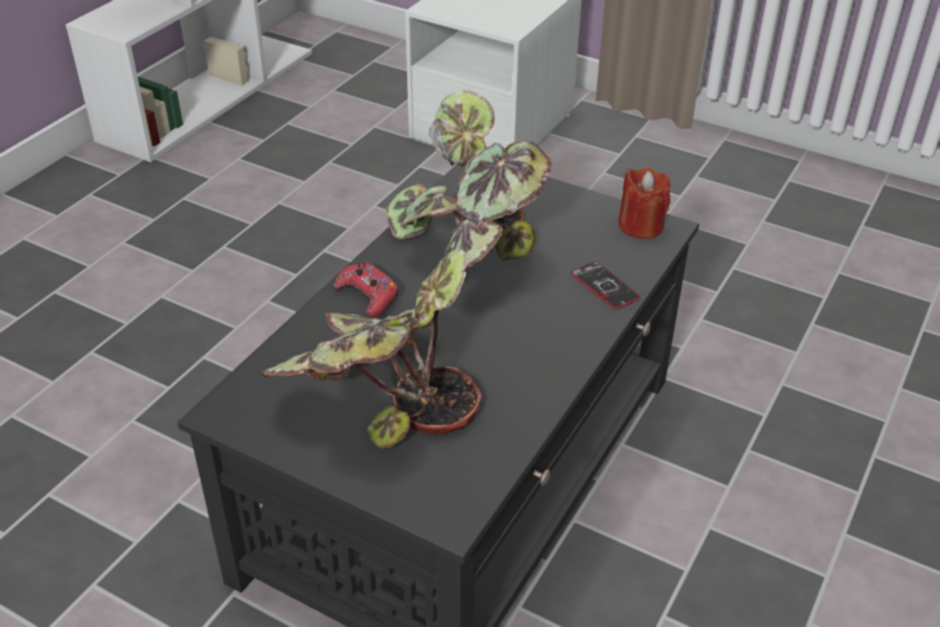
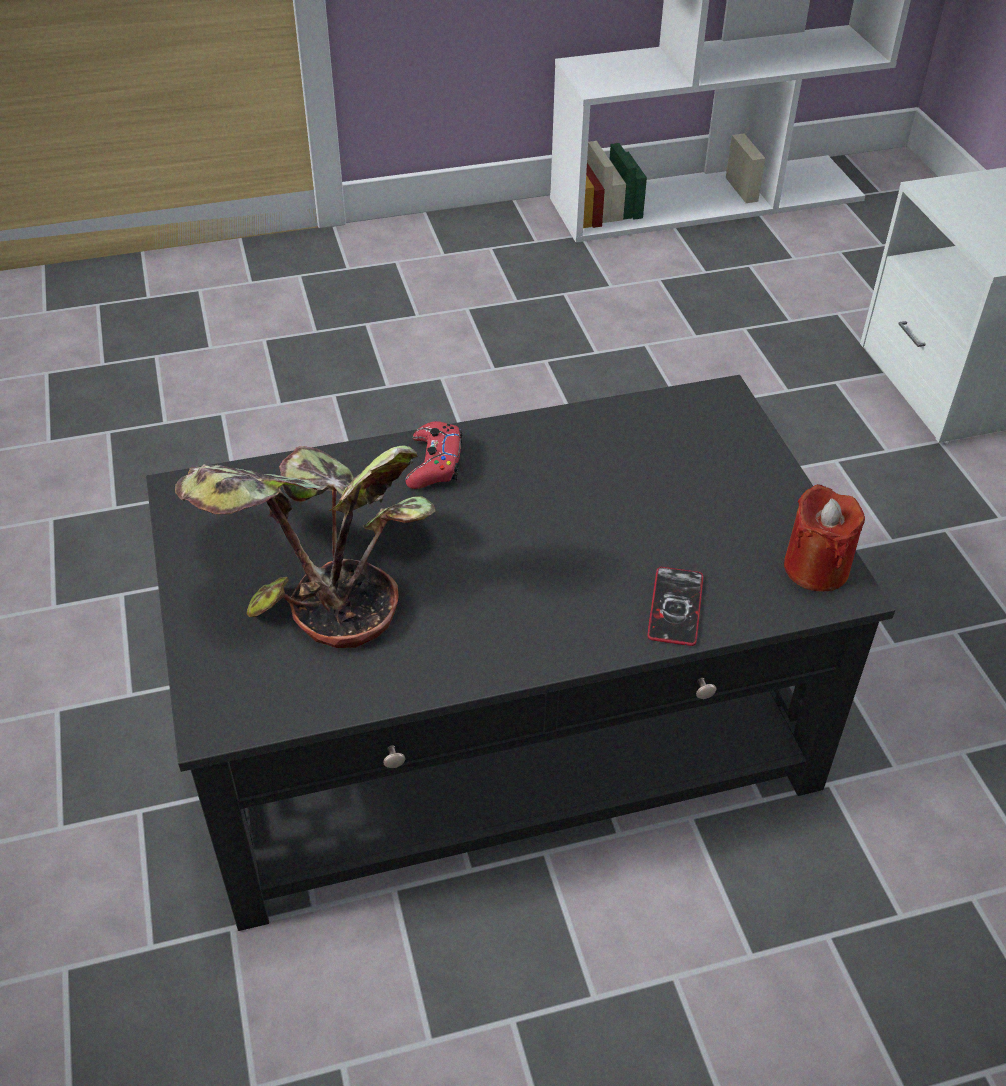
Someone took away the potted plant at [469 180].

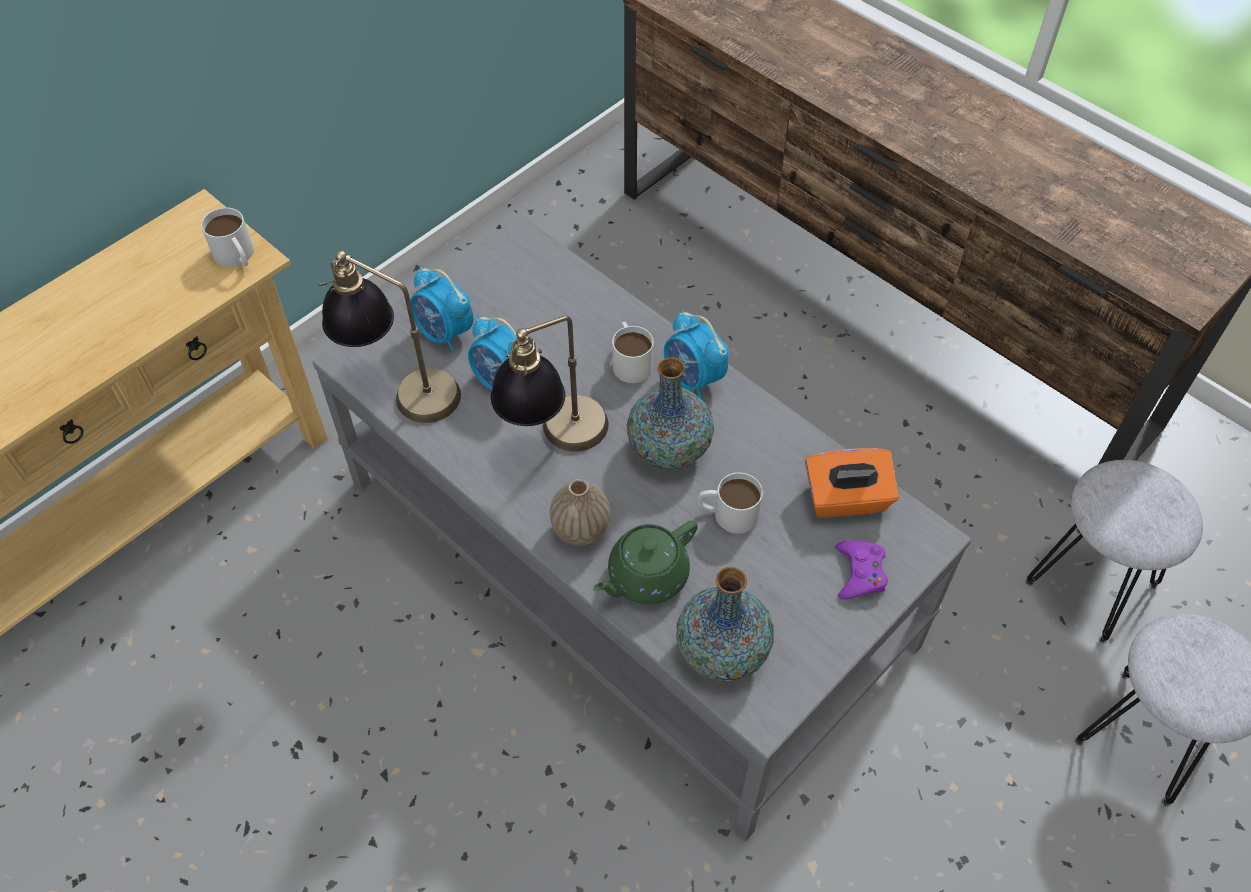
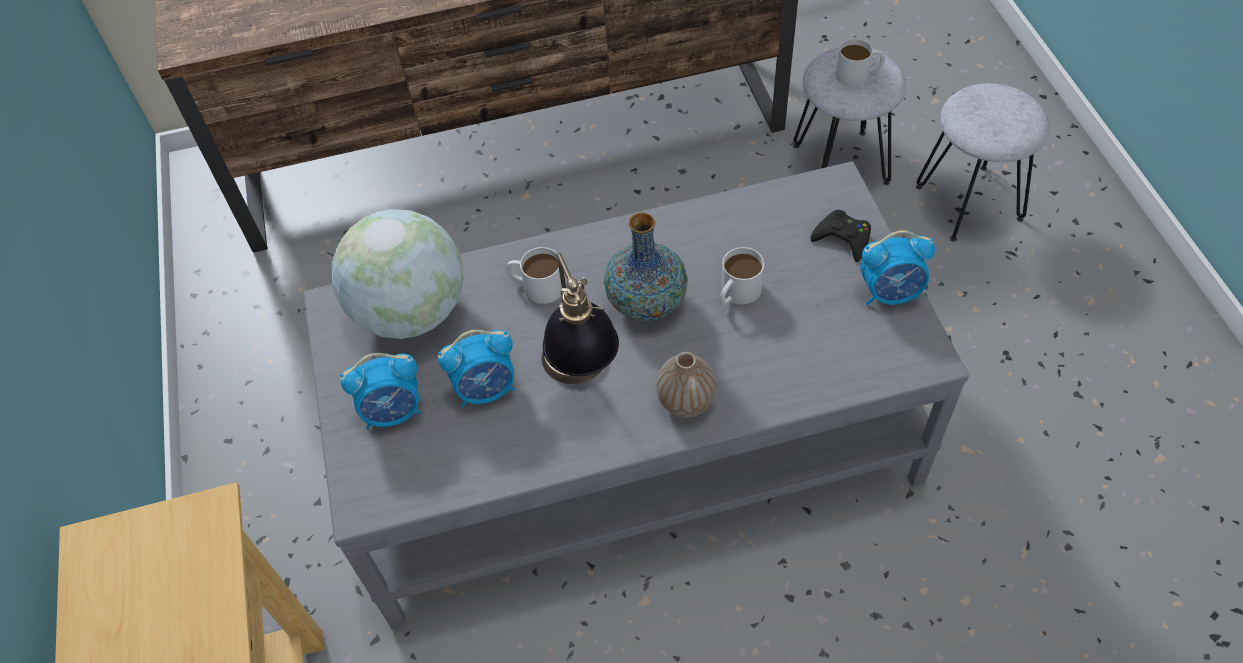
Someone took away the table lamp at [389 336].
Someone took away the teapot/green at [645 562].
Someone took away the vase at [725 624].
Someone took away the tissue box/orange at [852 483].
Someone put down the globe at [398 274].
Someone carried the mug/white from [227 237] to [860 63].
Someone carried the alarm clock from [696 355] to [897 267].
Someone repainted the game controller/purple at [861 570], which became the game controller/black at [841 236].

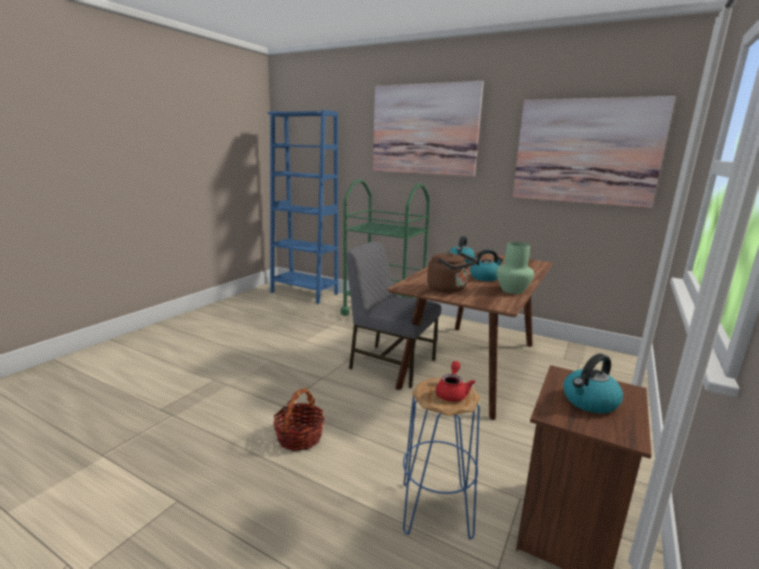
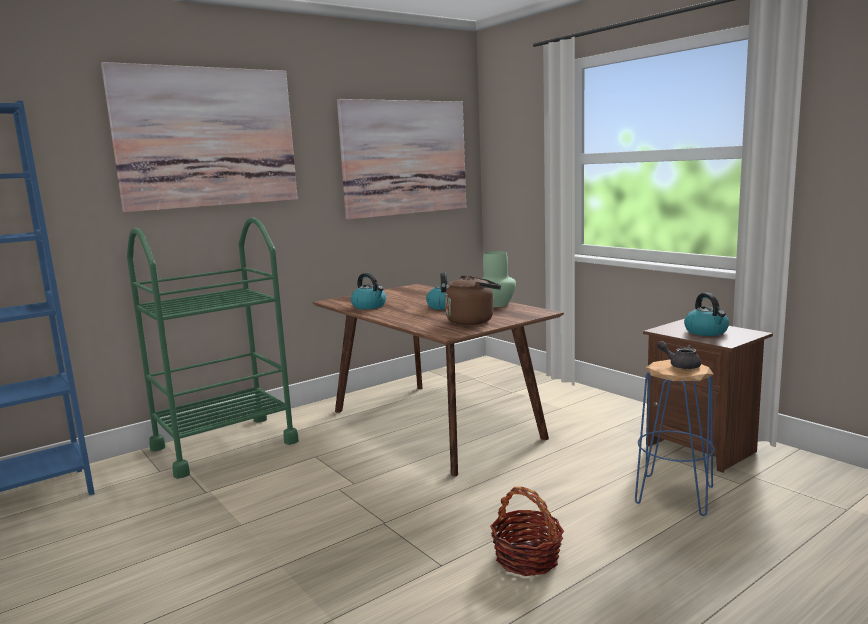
Someone took away the chair/grey at [393 315].
Someone repainted the teapot/red at [455 381], which became the teapot/grey at [679 355].

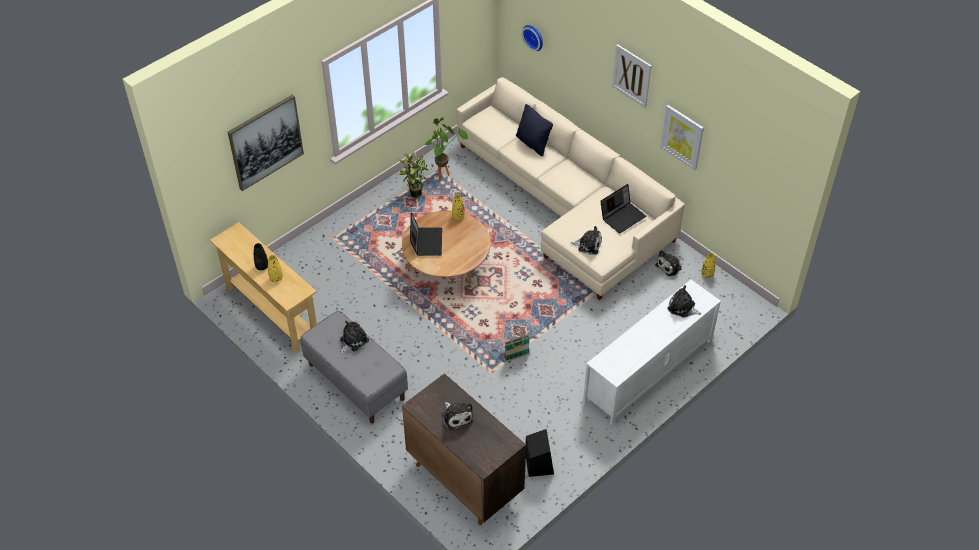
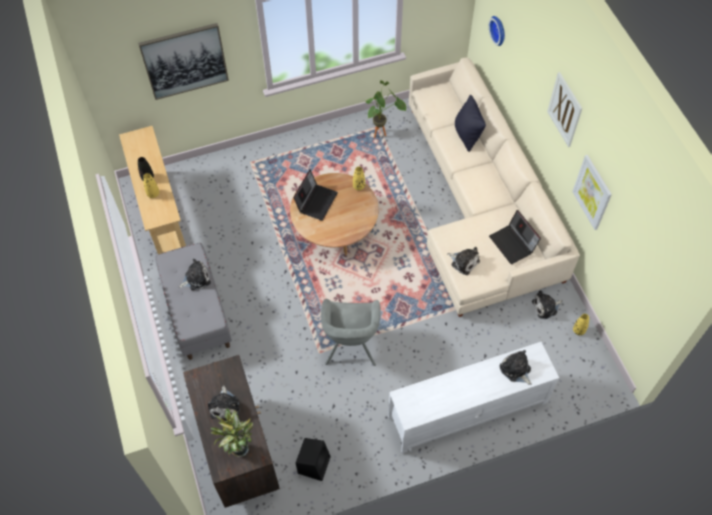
Someone carried the potted plant from [414 174] to [231 432].
Someone swapped the basket at [517 346] for the armchair/grey at [351 332].
Someone rotated the laptop at [623 209] by 75 degrees clockwise.

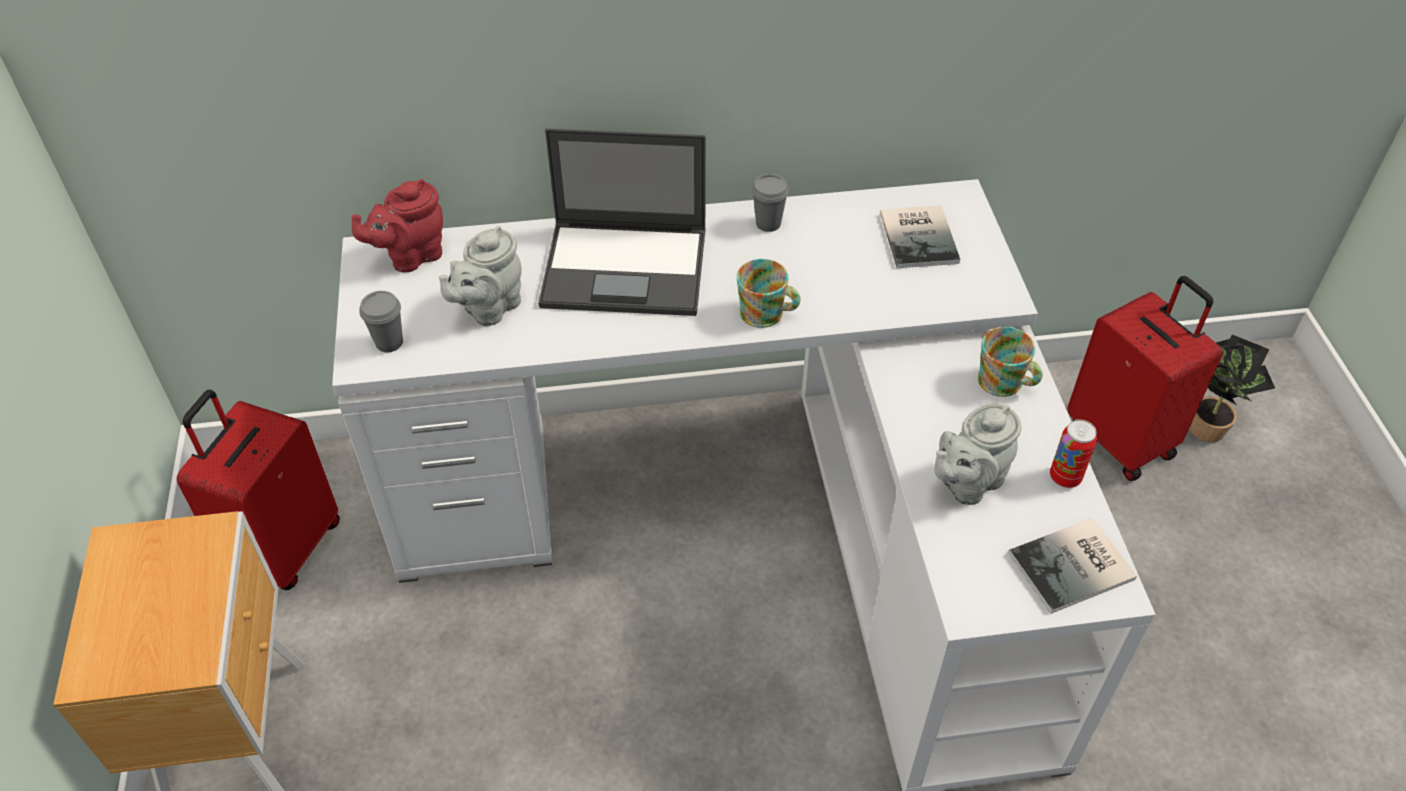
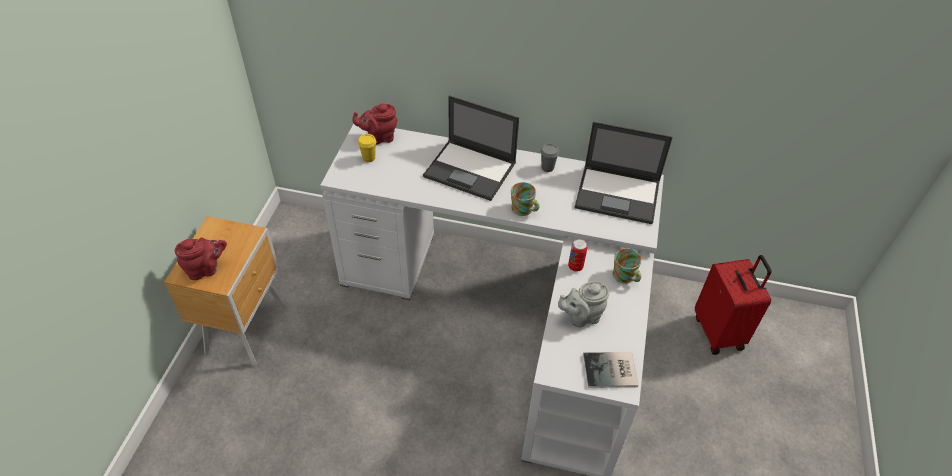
Someone took away the suitcase/red at [258 490].
Someone took away the cup/grey at [381 321].
Someone took away the teapot/grey at [480 276].
Someone took away the potted plant at [1232 388].
Someone put down the teapot/red at [201 259].
Someone put down the cup/yellow at [367 148].
Someone carried the can from [1073 453] to [577 255].
Someone swapped the book at [920 236] for the laptop at [624 173].

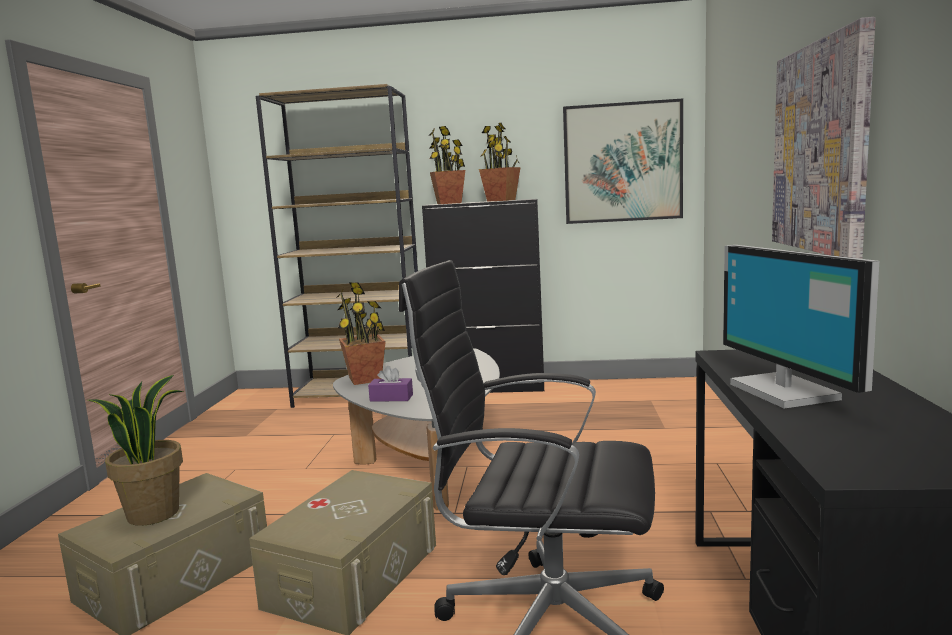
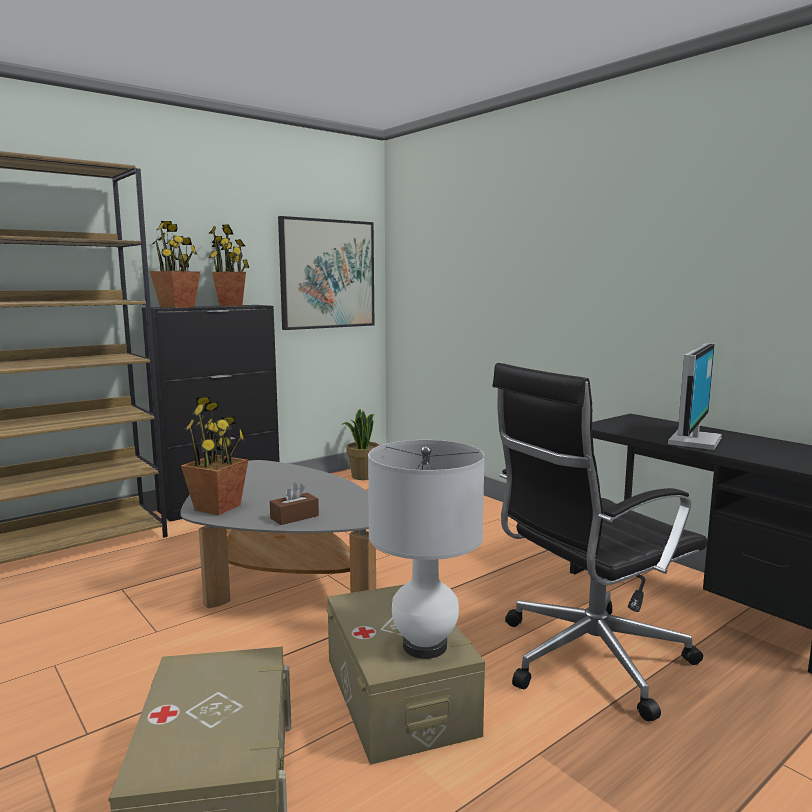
Someone took away the picture at [824 138].
Someone put down the table lamp/white at [426 549].
Someone carried the potted plant from [136 450] to [361 444].
Someone repainted the tissue box/purple at [390 384], which became the tissue box/brown at [294 503].
Someone rotated the monitor at [801 327] by 90 degrees counterclockwise.

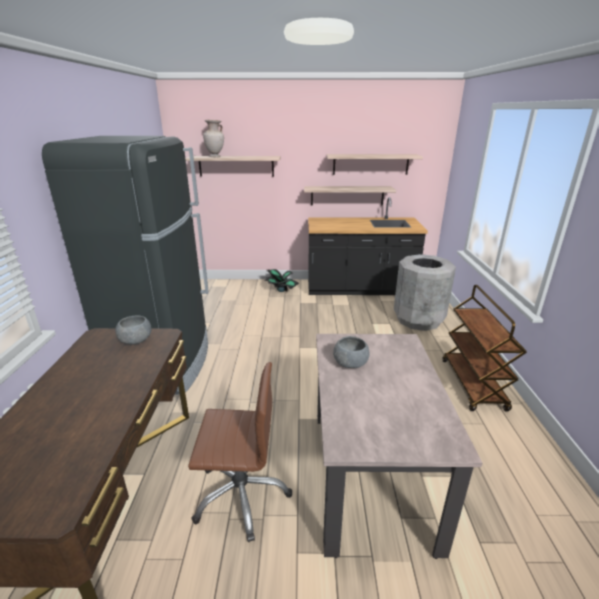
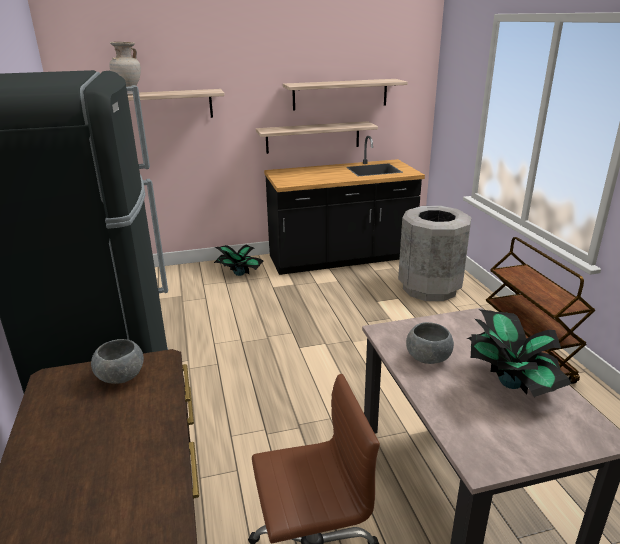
Someone put down the potted plant at [519 353].

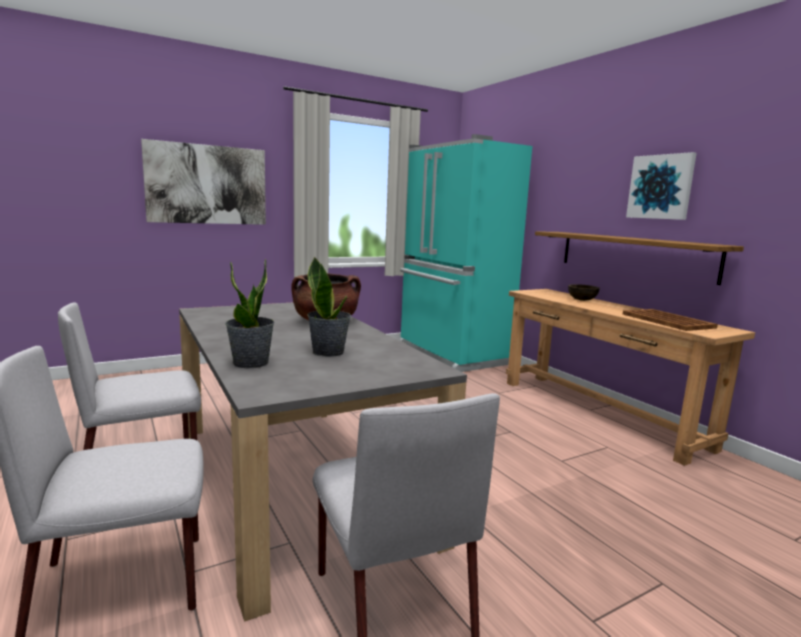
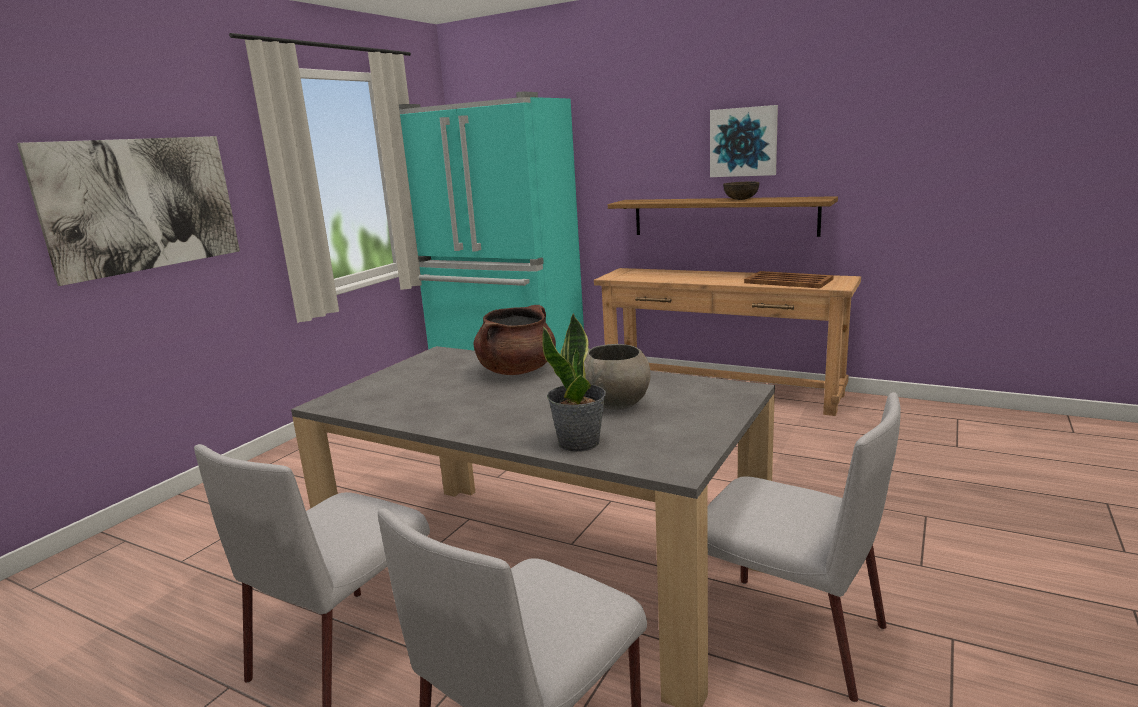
Someone carried the bowl/brown from [584 292] to [741 191].
Someone swapped the potted plant at [329 306] for the bowl/grey at [617 377].

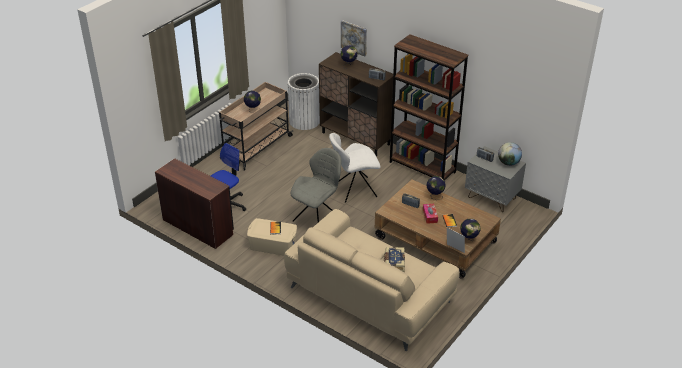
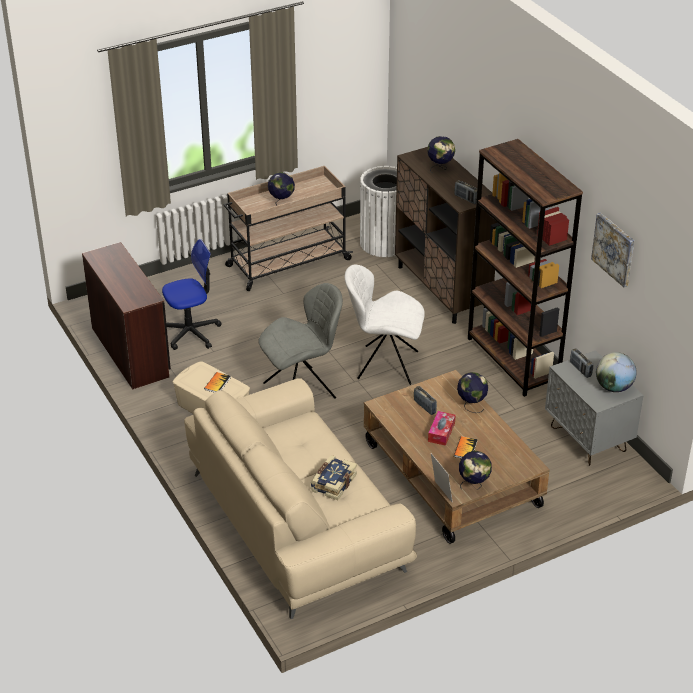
Someone carried the picture from [354 38] to [612 250].

